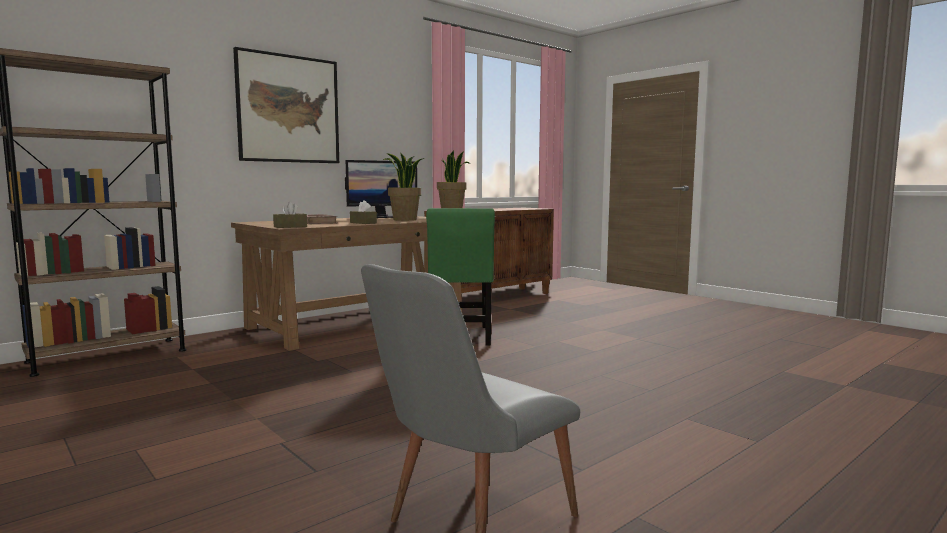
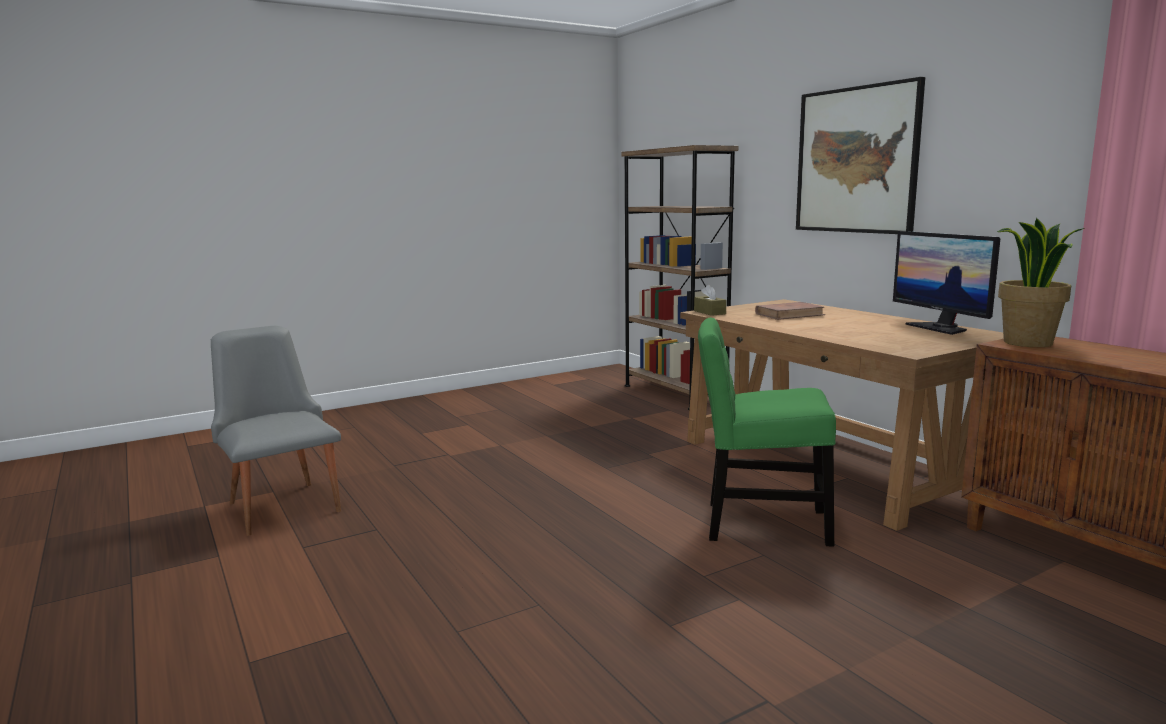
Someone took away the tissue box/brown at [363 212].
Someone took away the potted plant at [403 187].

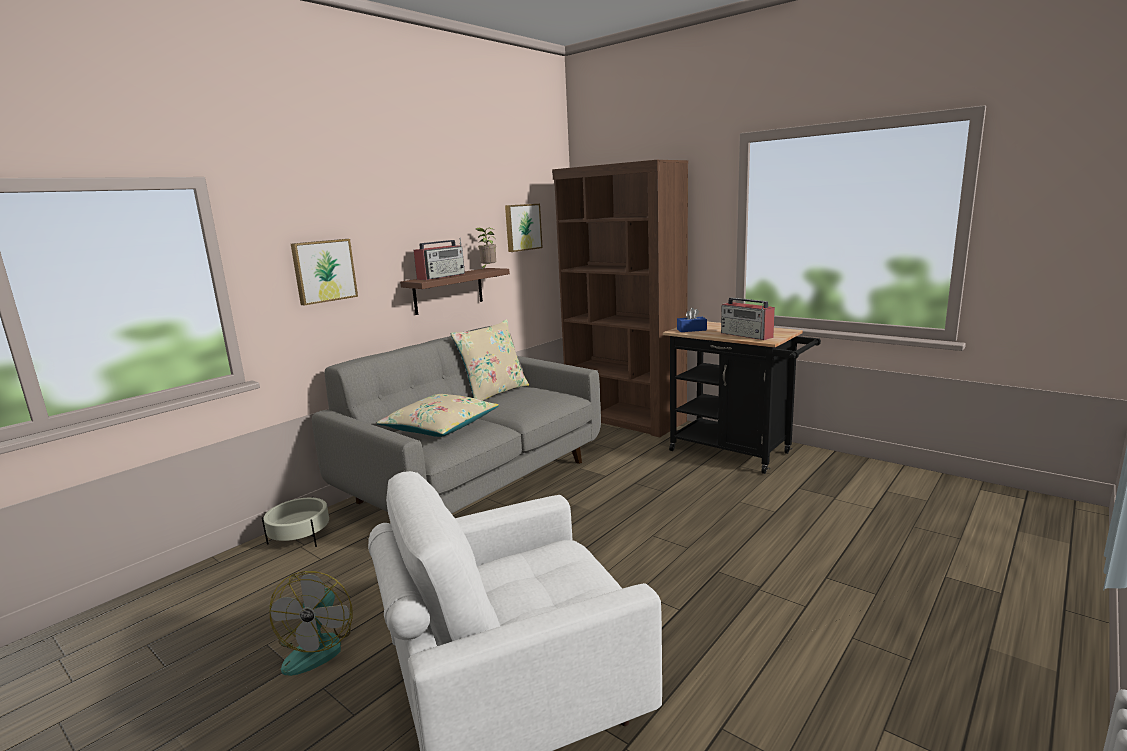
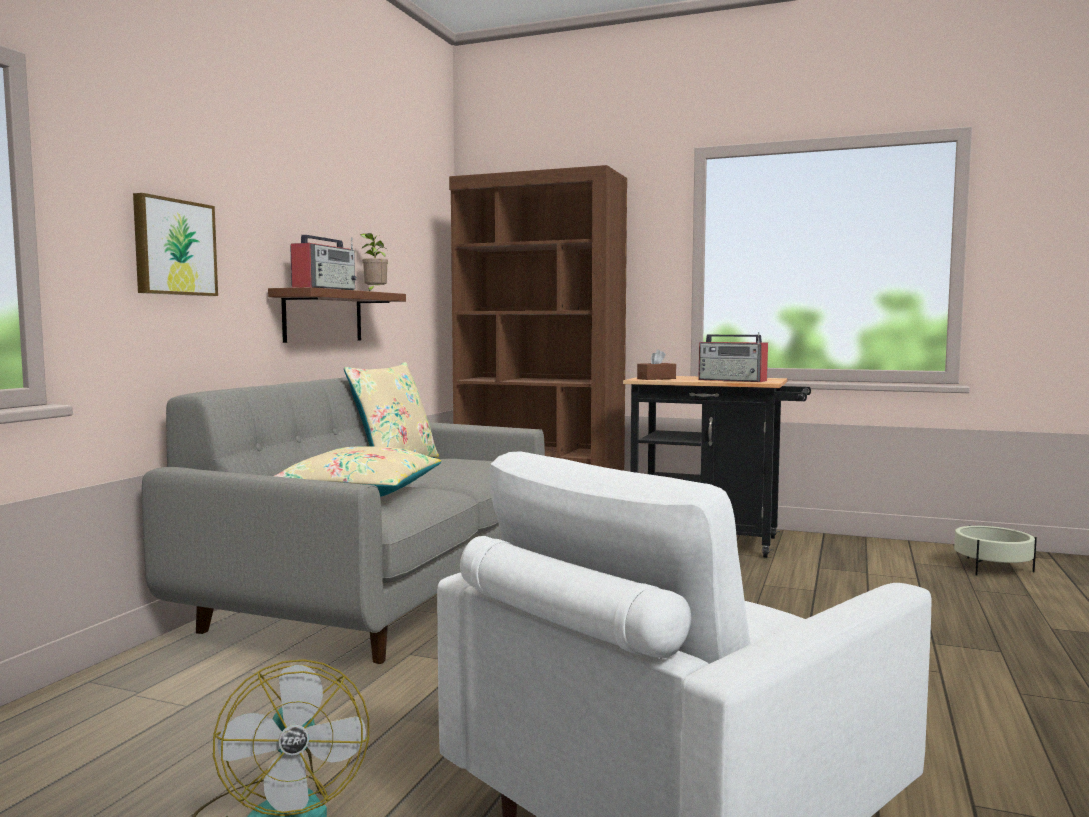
Someone took away the picture at [524 228].
Someone carried the planter/beige from [295 522] to [995 550].
Someone repainted the tissue box/blue at [692 320], which became the tissue box/brown at [656 364].

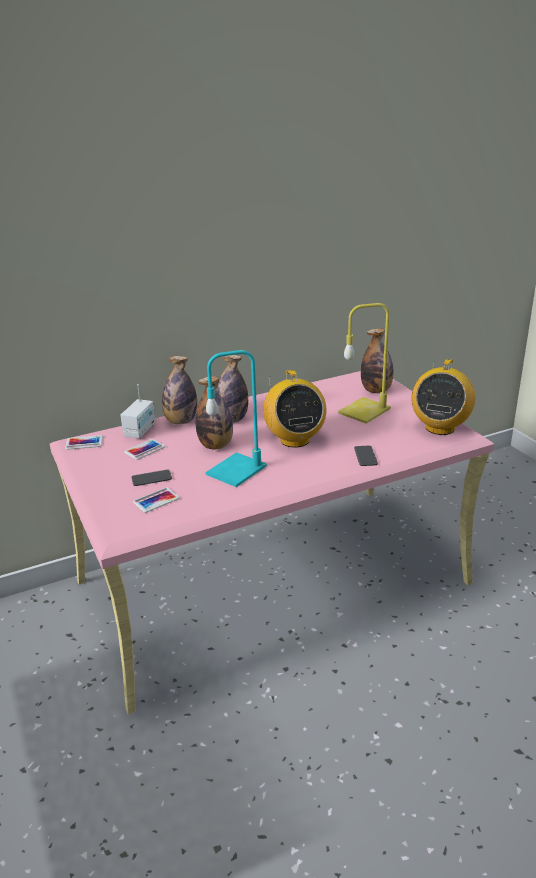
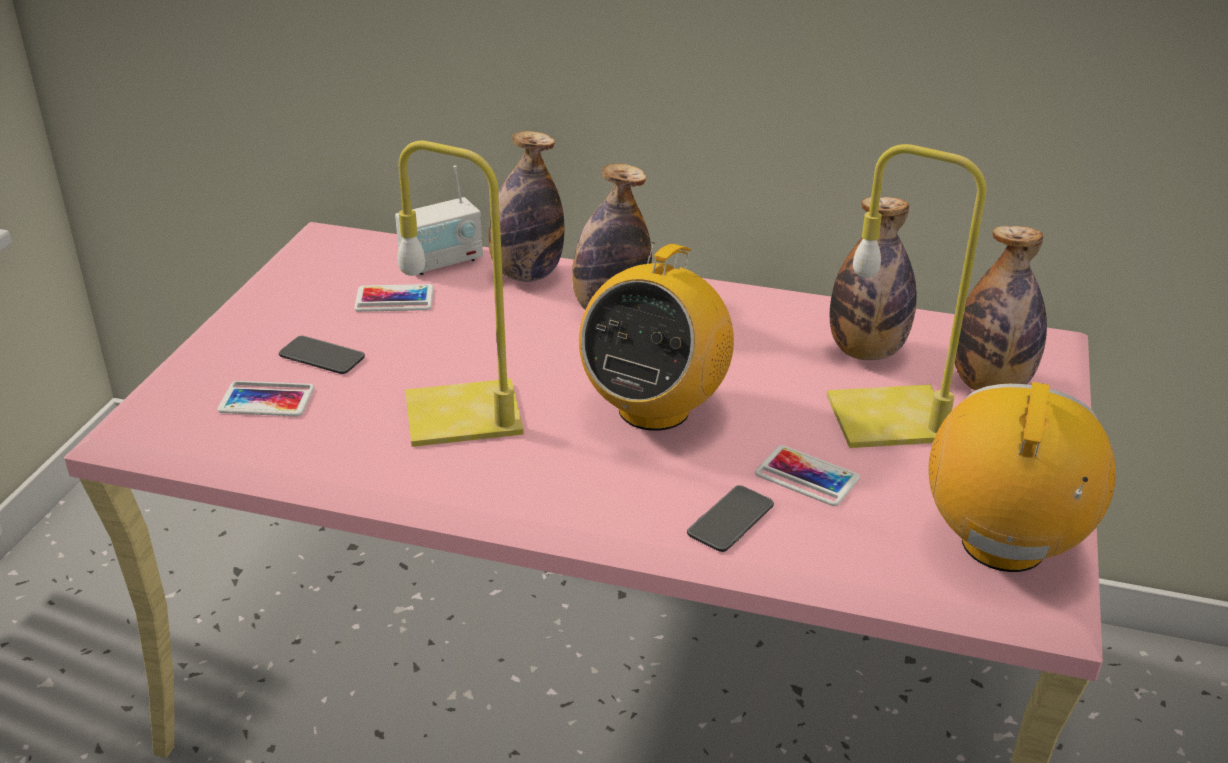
Someone carried the phone from [84 442] to [807 475].
Someone carried the bottle from [214 413] to [873 278].
Someone repainted the table lamp/turquoise at [236 418], which became the table lamp/yellow at [461 294].
Someone rotated the radio at [443 397] by 135 degrees clockwise.

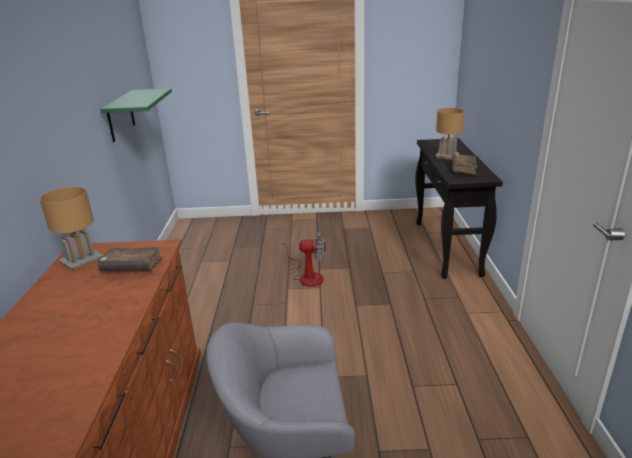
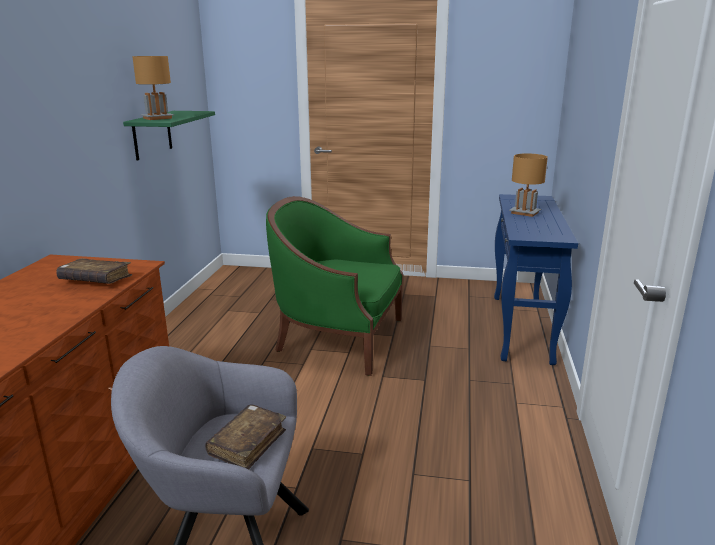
Someone carried the table lamp/brown from [71 229] to [153 88].
Someone carried the book/brown from [465 164] to [245 436].
Someone swapped the fan at [303 259] for the armchair/green at [334 286].
Someone repainted the console table/black at [459 208], which became the console table/blue at [536 279].

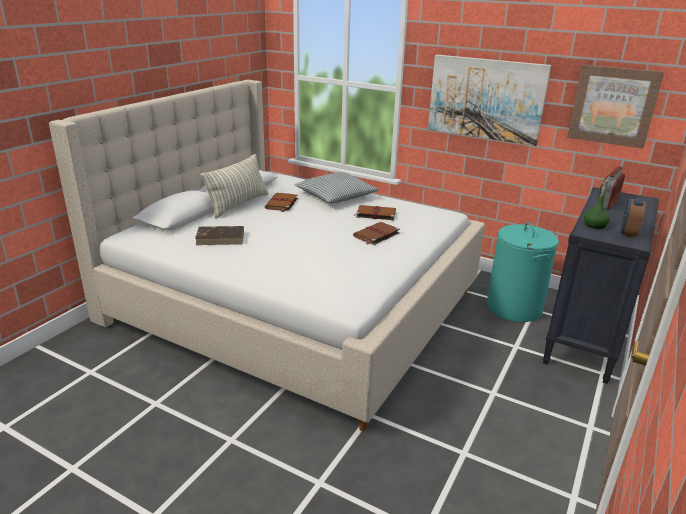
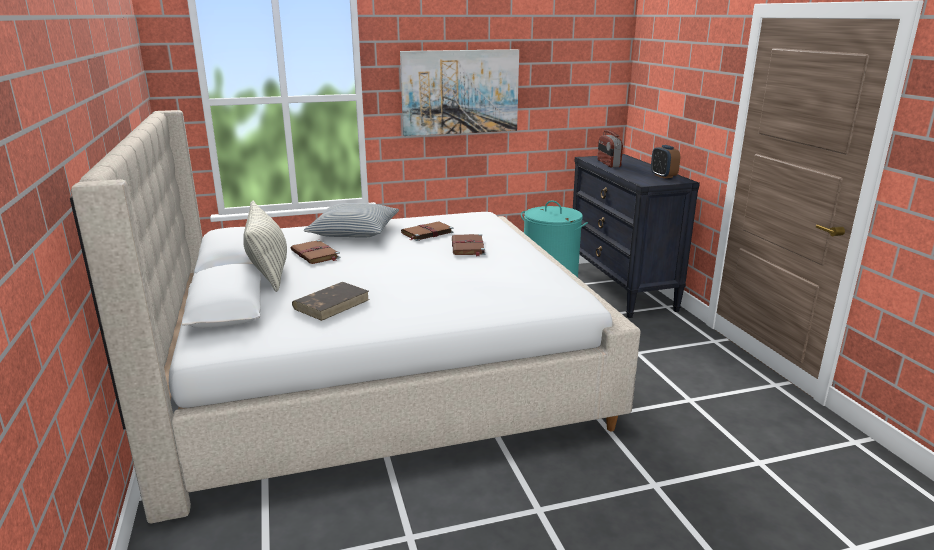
Someone took away the picture at [615 106].
Someone took away the bottle/green at [597 204].

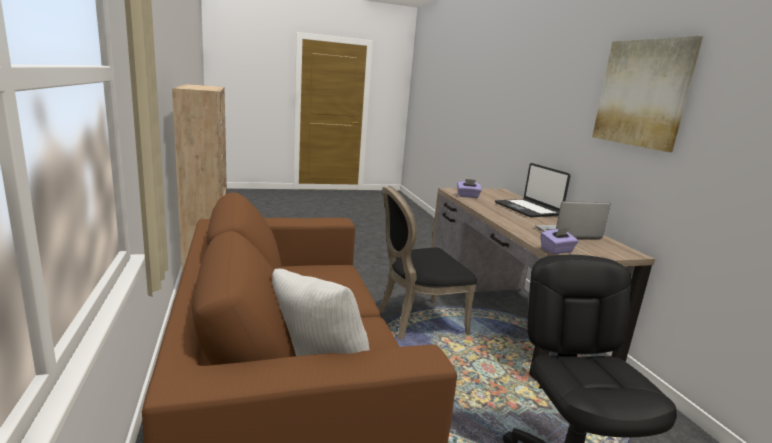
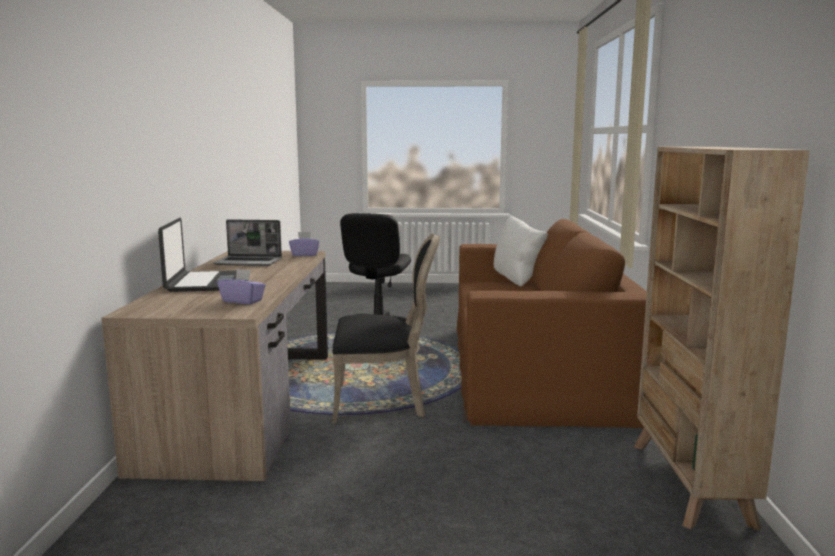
Someone took away the picture at [647 94].

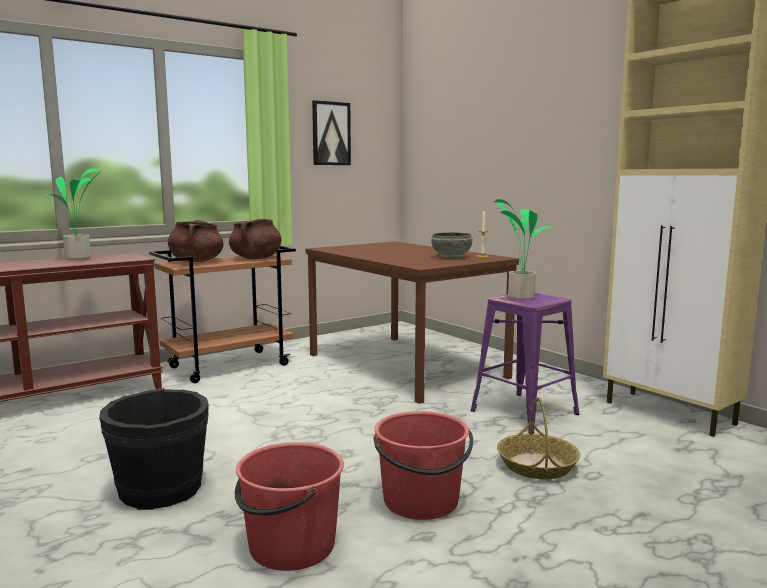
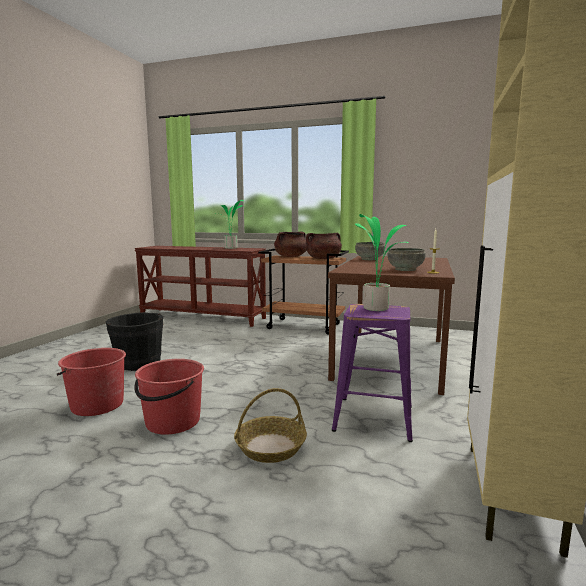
Someone took away the picture at [331 132].
Someone put down the bowl/grey at [370 251].

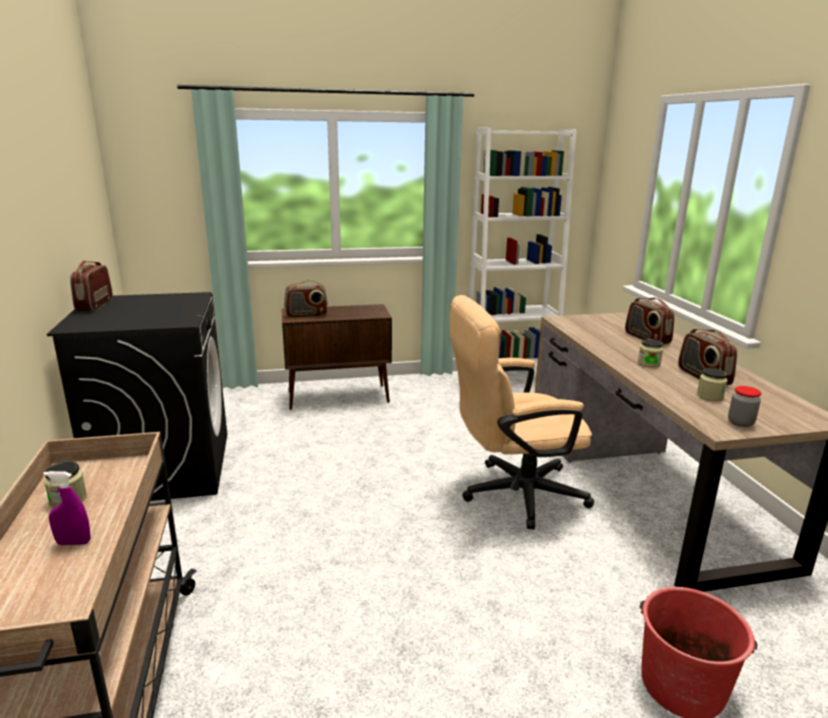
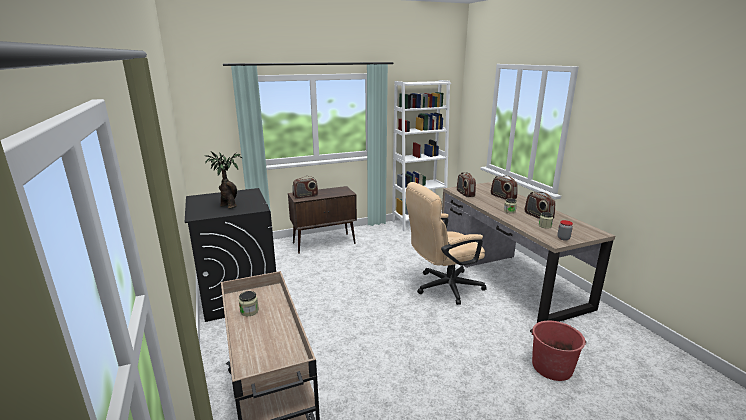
Someone took away the spray bottle/purple at [67 508].
Someone put down the potted plant at [223 180].
Someone carried the radio from [91 285] to [466 185].

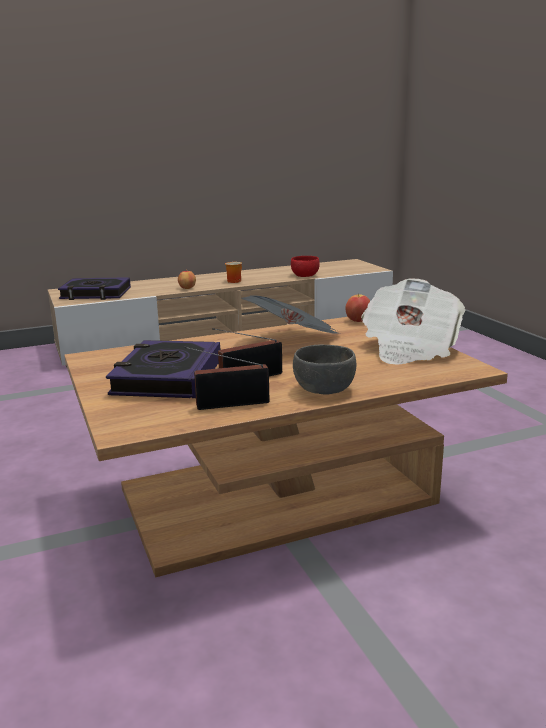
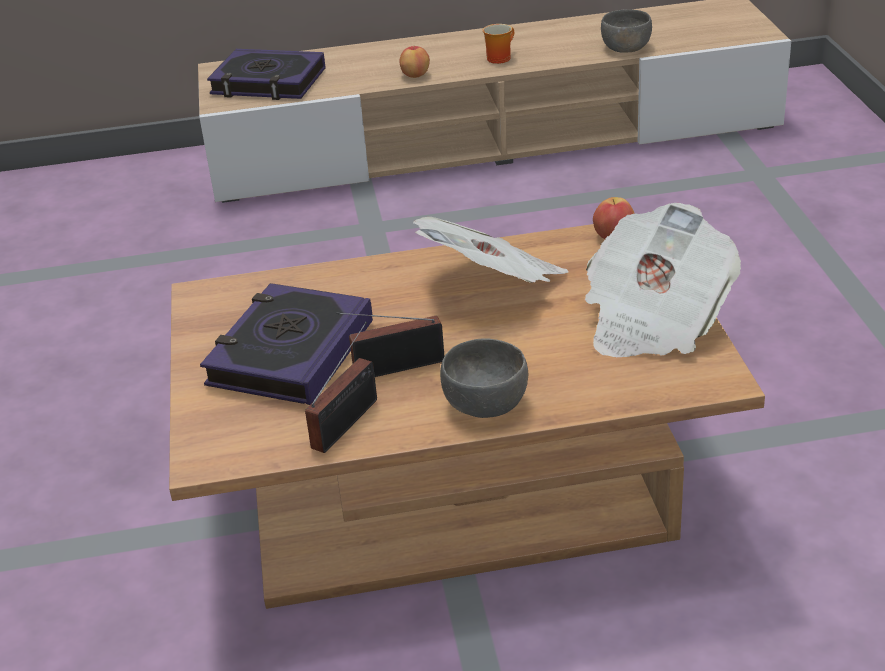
Someone repainted the bowl/red at [305 266], which became the bowl/grey at [626 31].
Someone rotated the radio at [227 378] by 120 degrees clockwise.

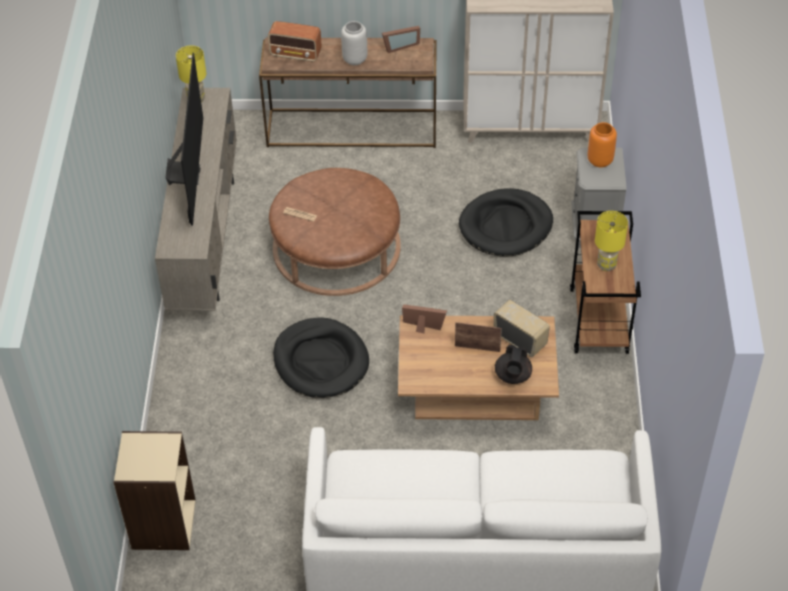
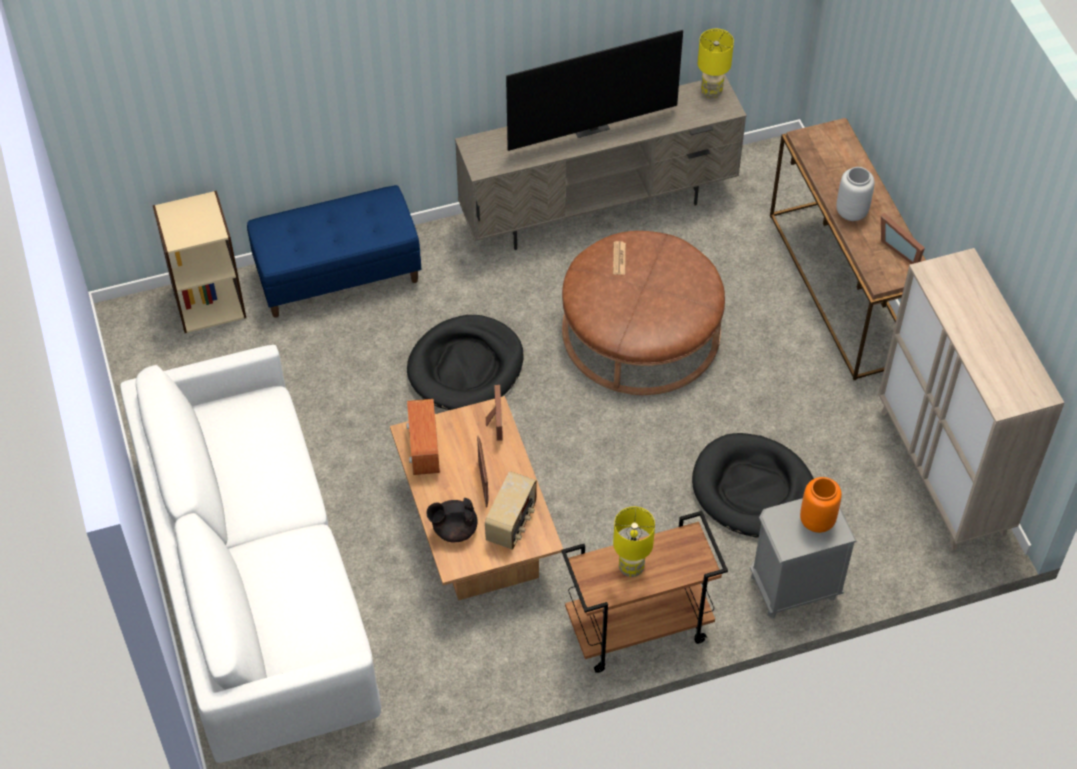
Someone put down the bench/blue at [334 251].
Someone carried the radio from [295 41] to [423 437].

